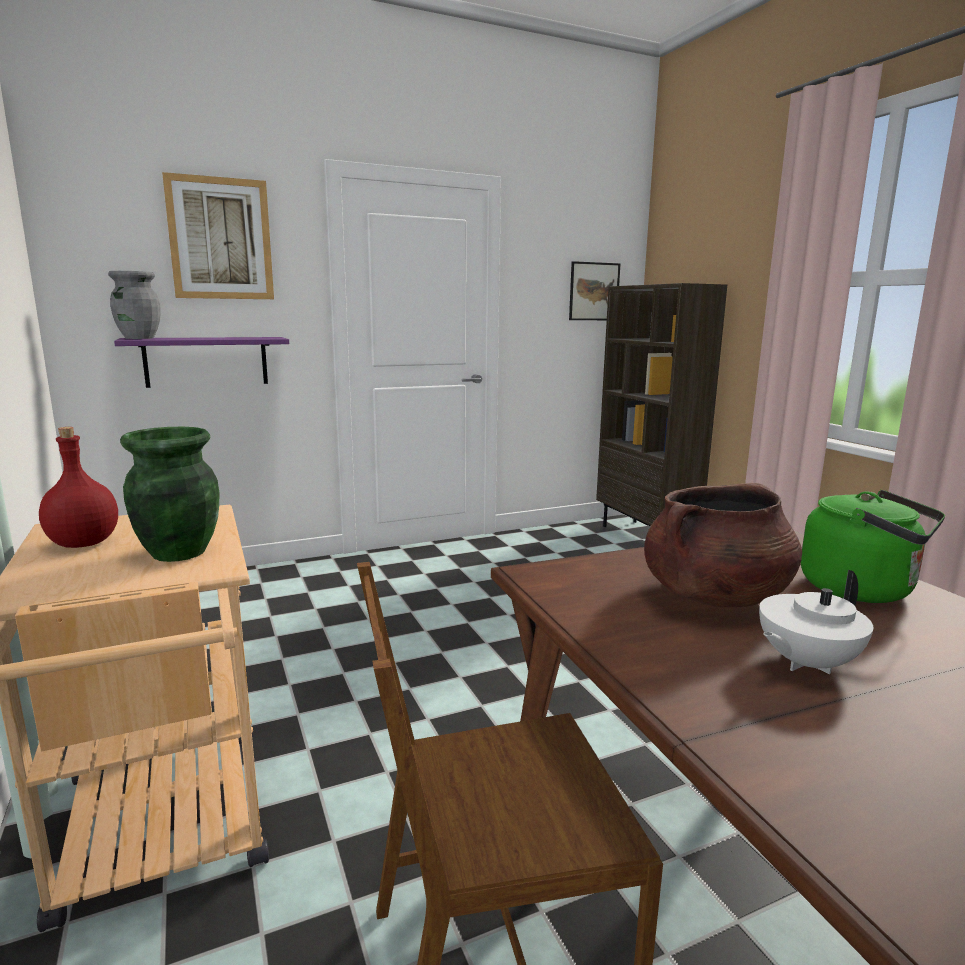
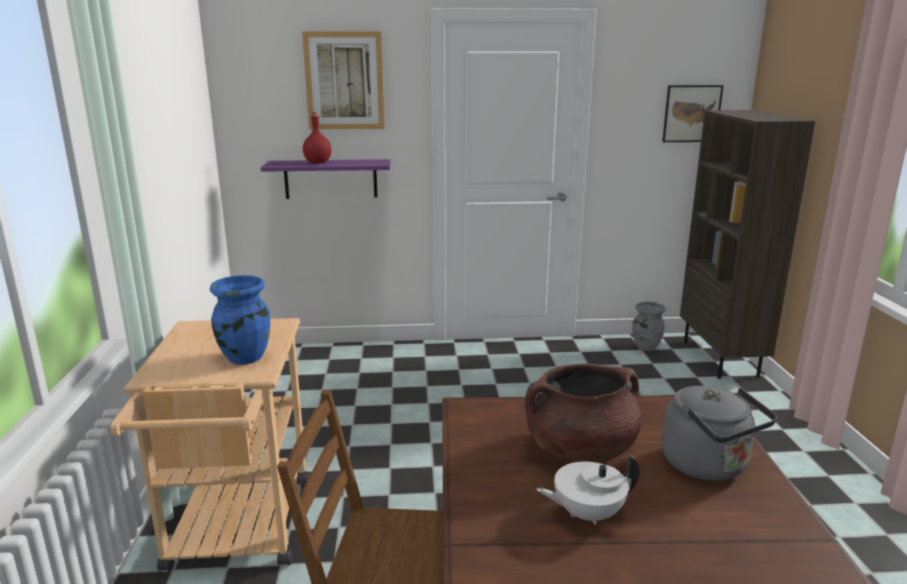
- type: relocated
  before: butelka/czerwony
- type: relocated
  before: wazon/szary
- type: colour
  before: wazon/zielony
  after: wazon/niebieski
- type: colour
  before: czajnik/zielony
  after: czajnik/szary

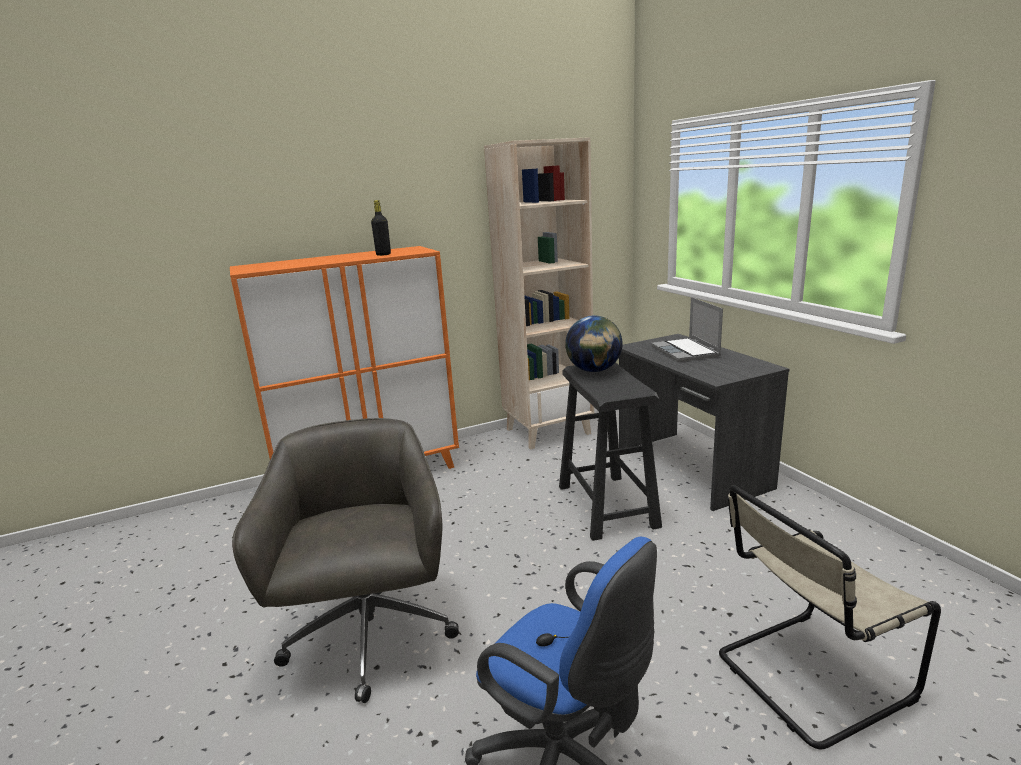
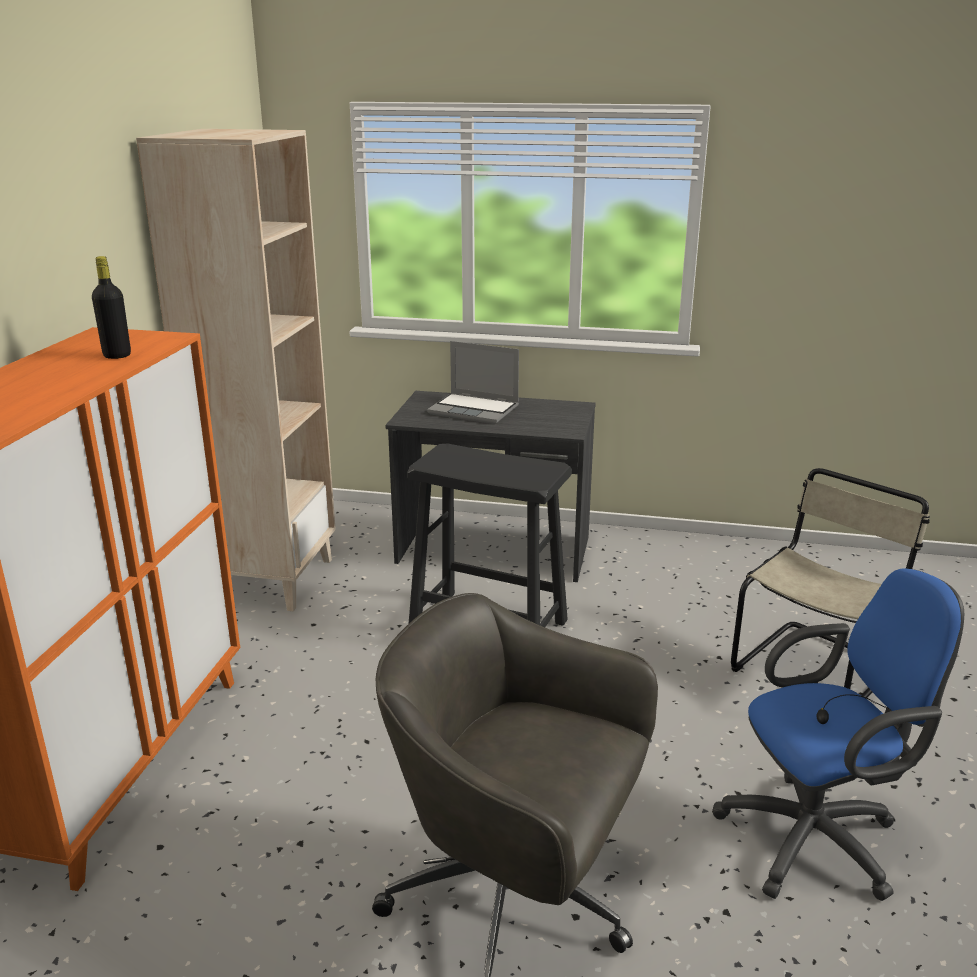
- type: missing
  before: globus
- type: spun
  before: krzesło/beżowy
  turn: -150

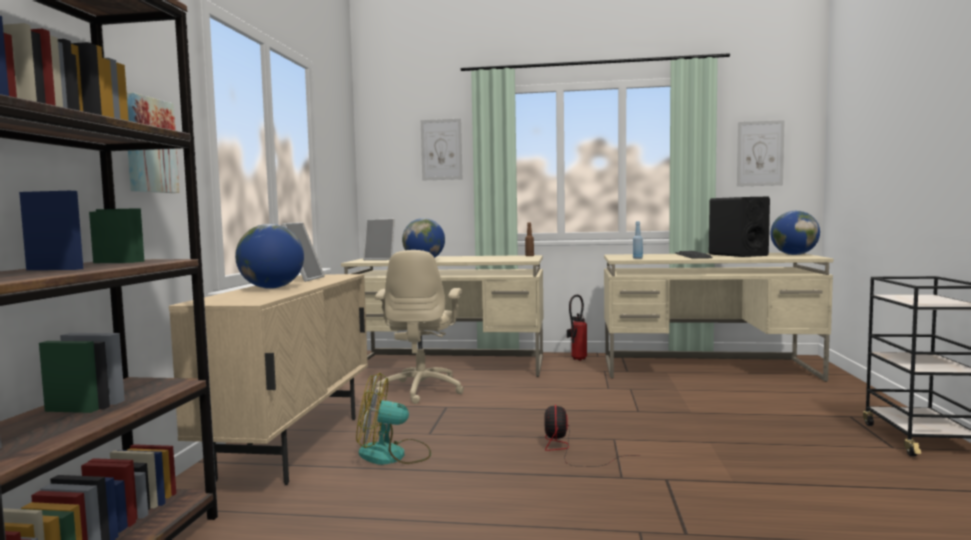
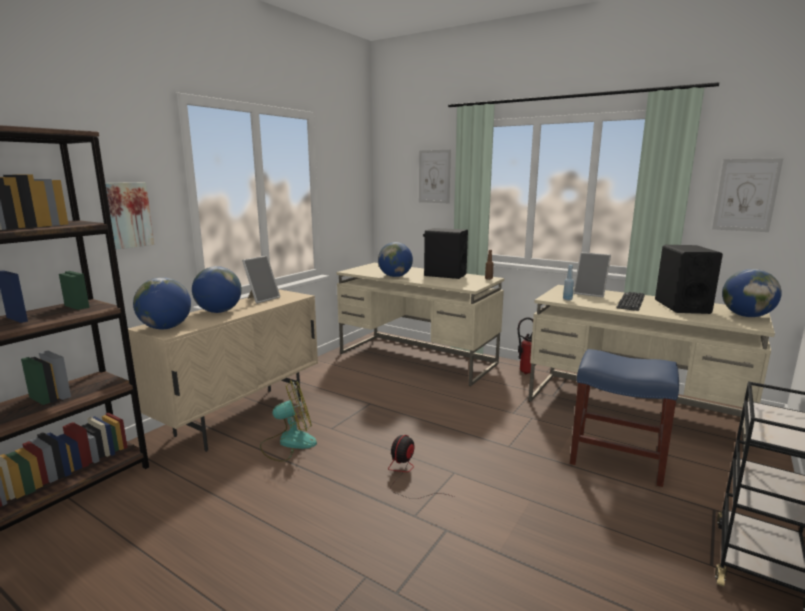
- type: missing
  before: krzesło biurowe/beżowy
- type: appeared
  after: globus (no. 1 from left)
- type: appeared
  after: głośnik/czarny (no. 1 from left)
- type: appeared
  after: stołek/niebieski
- type: relocated
  before: ramka na zdjęcie (no. 2 from left)
- type: spun
  before: wentylator (no. 1 from left)
  turn: 135

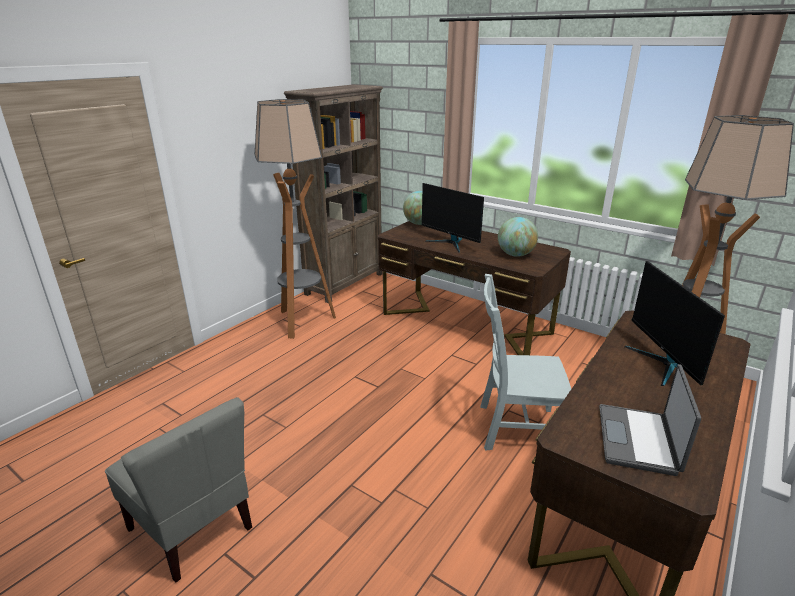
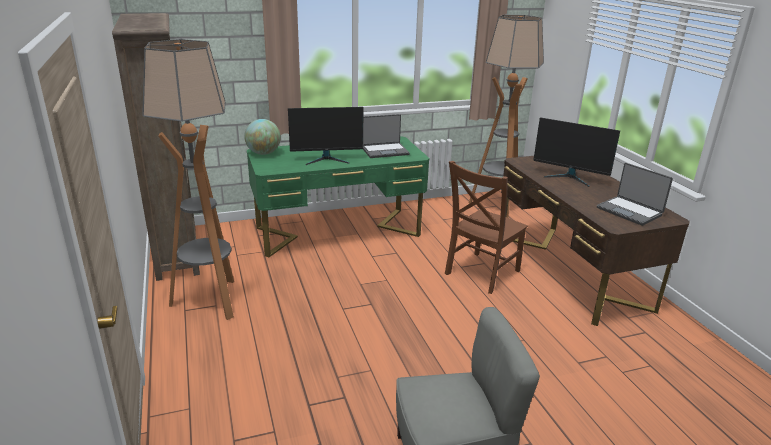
- type: exchanged
  before: globus (no. 2 from left)
  after: laptop (no. 1 from left)
- type: colour
  before: biurko/brązowy (no. 1 from left)
  after: biurko/zielony
- type: colour
  before: krzesło/szary (no. 2 from left)
  after: krzesło/brązowy

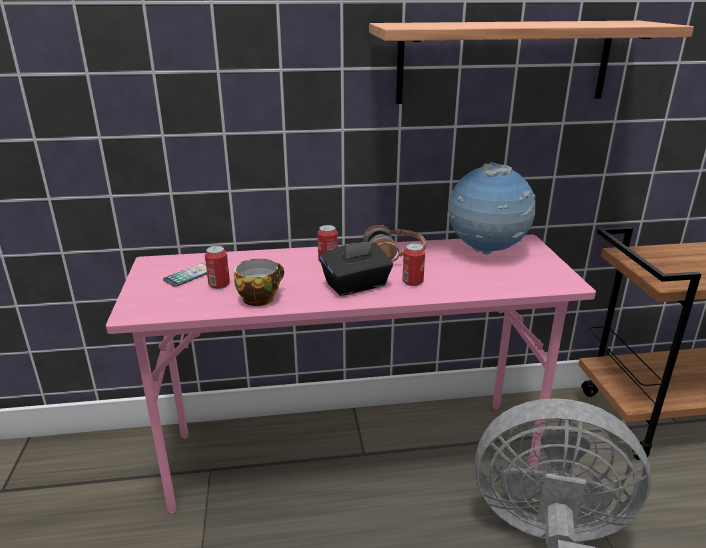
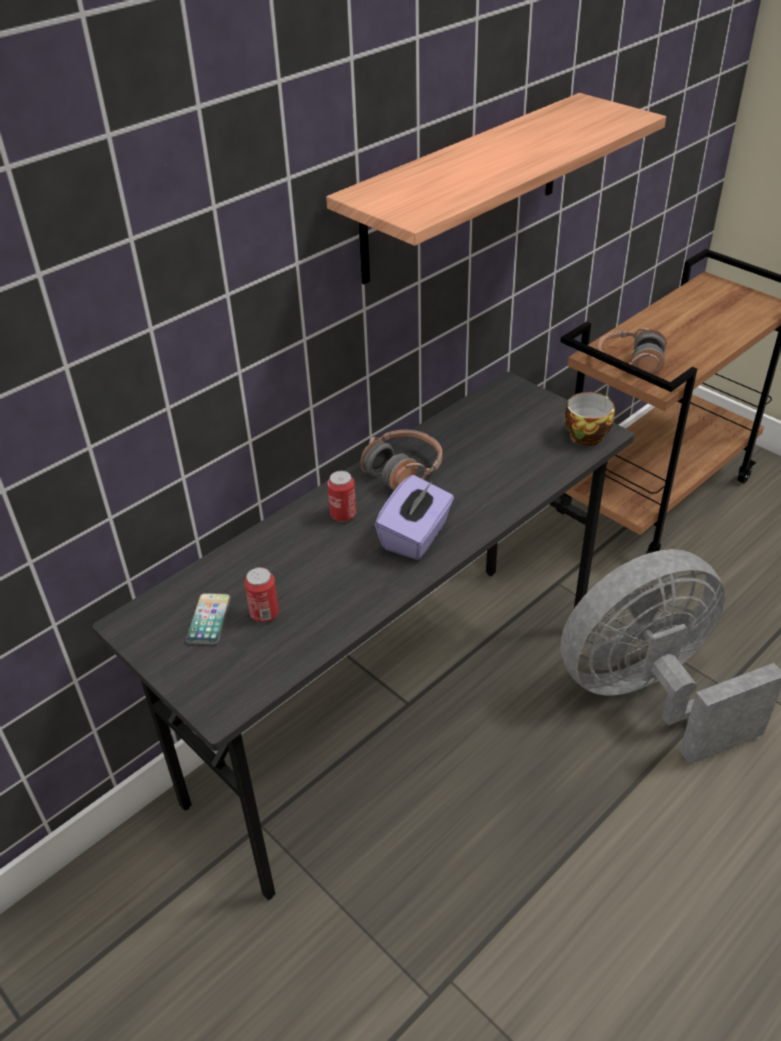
- type: missing
  before: puszka (no. 3 from left)
- type: missing
  before: globus
- type: appeared
  after: słuchawki (no. 2 from left)
- type: relocated
  before: filiżanka
- type: colour
  before: biurko/różowy
  after: biurko/szary
- type: colour
  before: pudełko chusteczek/czarny
  after: pudełko chusteczek/fioletowy

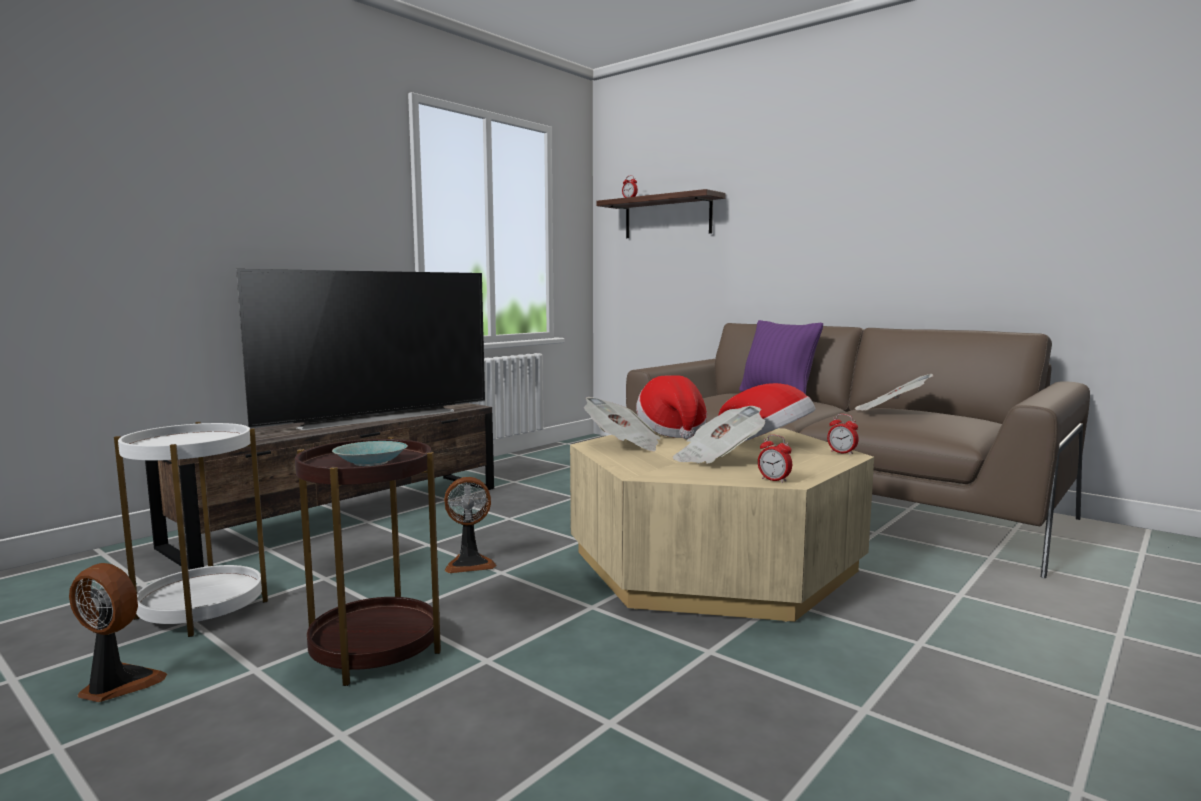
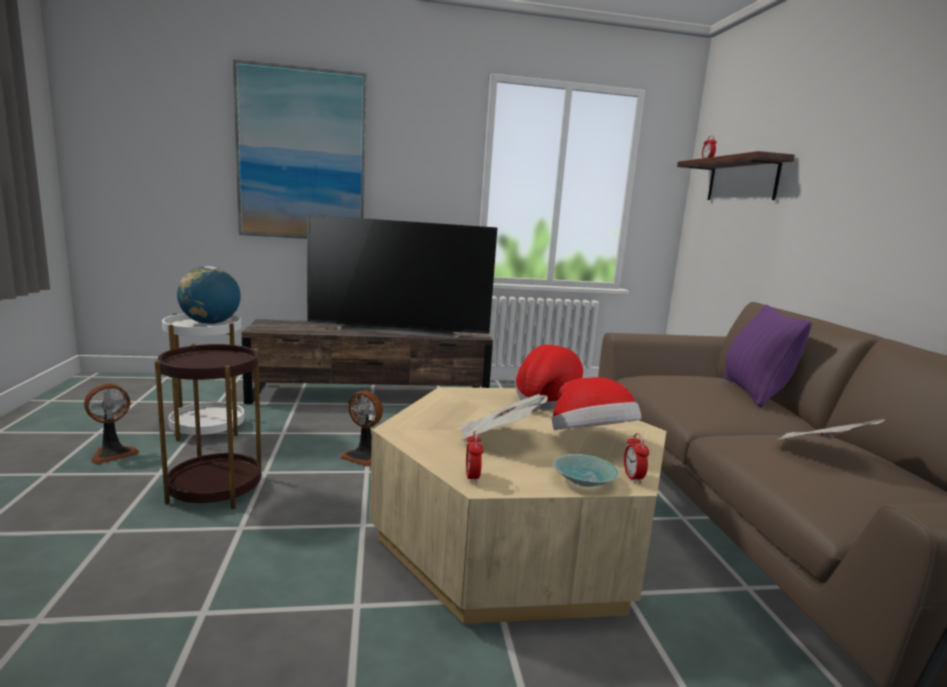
- type: missing
  before: gazeta (no. 1 from left)
- type: appeared
  after: globus
- type: appeared
  after: obraz
- type: relocated
  before: miska/turkusowy
- type: spun
  before: wentylator (no. 1 from left)
  turn: 75

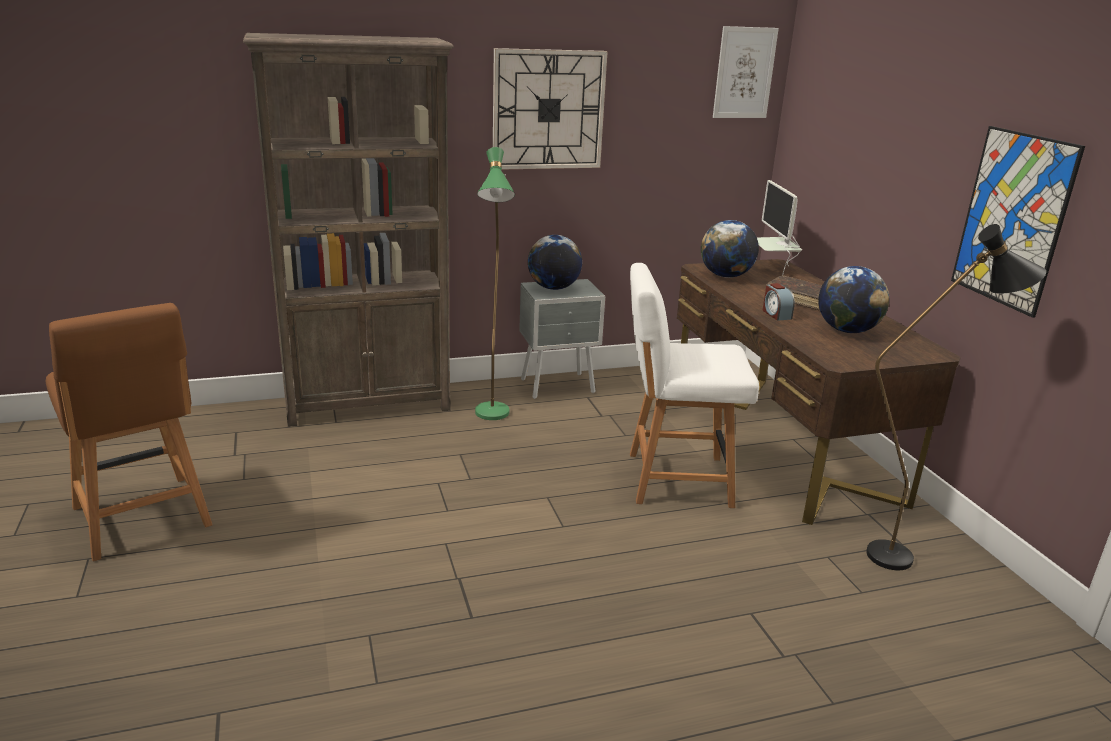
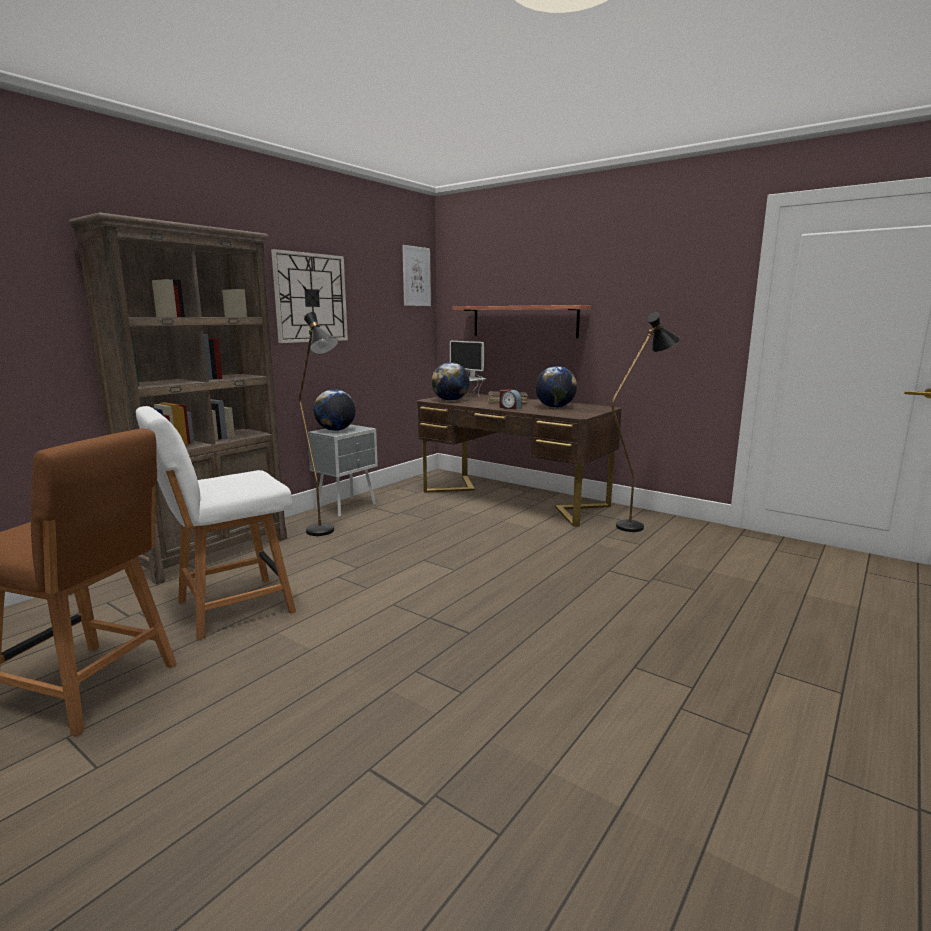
- type: missing
  before: obraz (no. 2 from left)
- type: appeared
  after: półka
- type: relocated
  before: krzesło/biały
- type: colour
  before: lampa stojąca/zielony
  after: lampa stojąca/czarny (no. 1 from left)

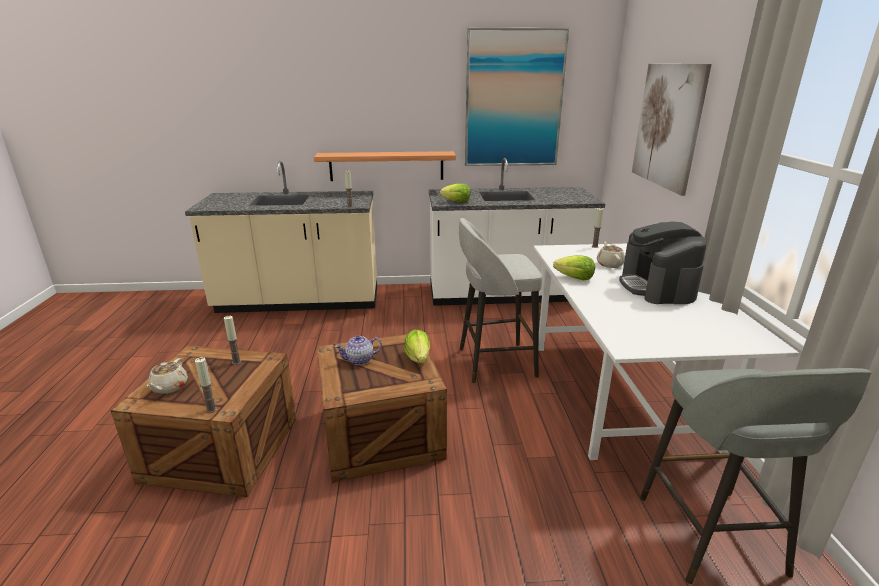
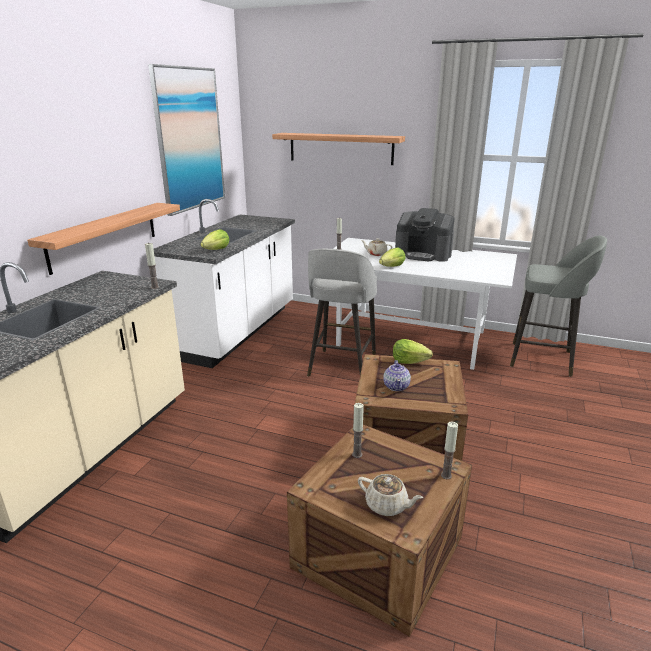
- type: exchanged
  before: obraz (no. 2 from left)
  after: półka (no. 2 from left)

